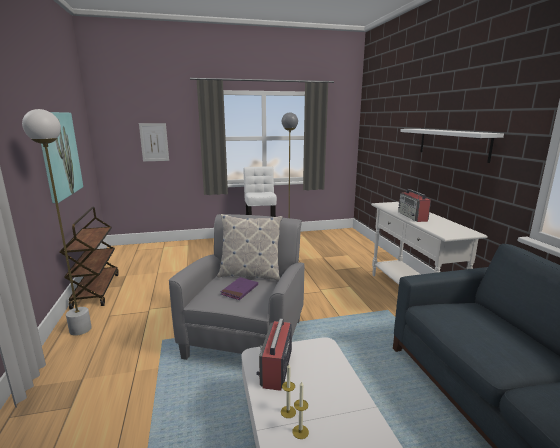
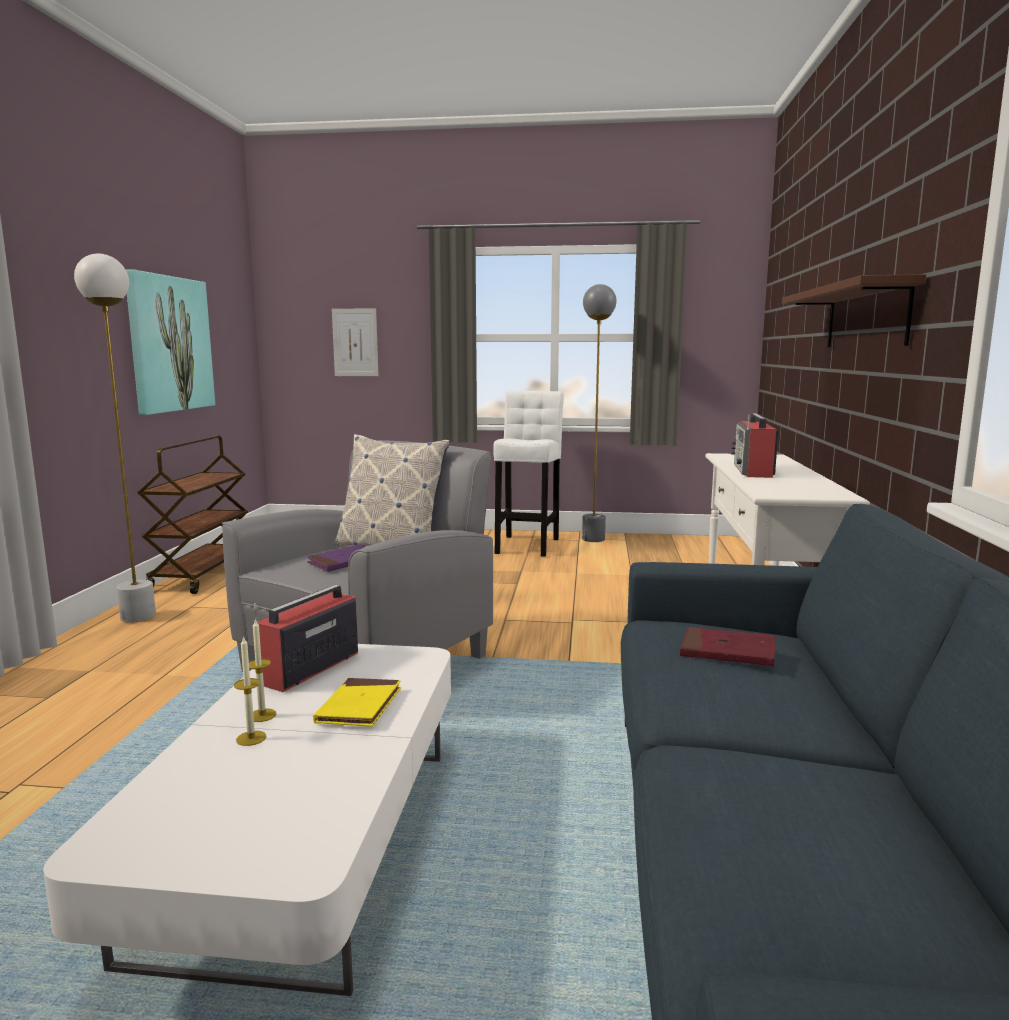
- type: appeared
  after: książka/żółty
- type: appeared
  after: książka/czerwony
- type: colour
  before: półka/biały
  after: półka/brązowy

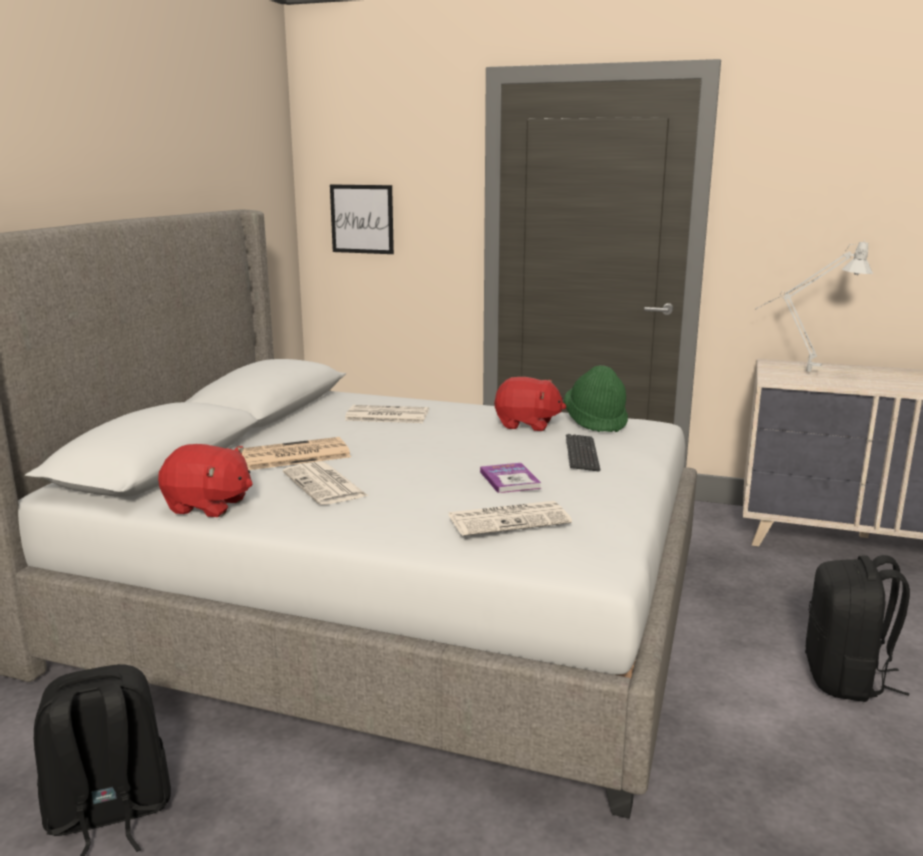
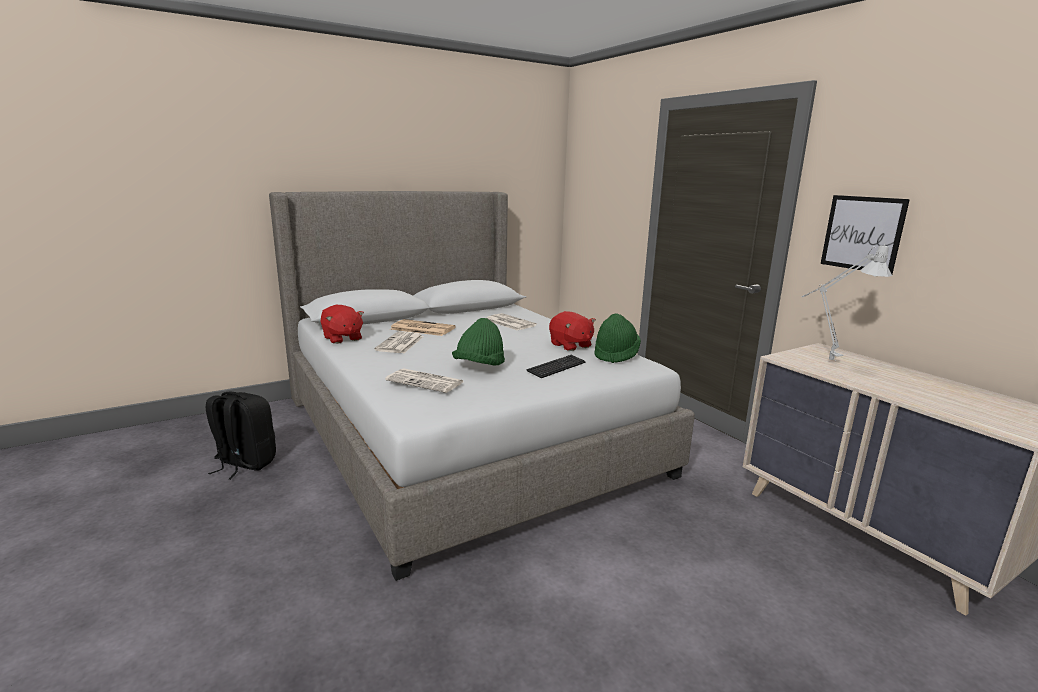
- type: missing
  before: plecak/czarny (no. 2 from left)
- type: relocated
  before: obraz
- type: exchanged
  before: książka
  after: kapelusz/zielony (no. 1 from left)

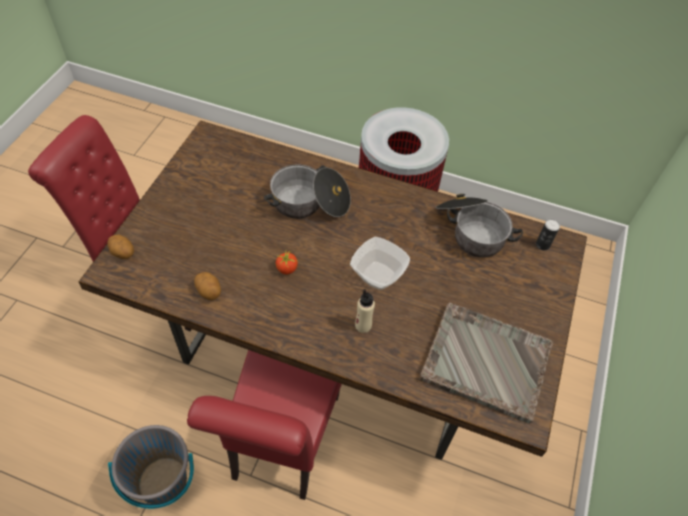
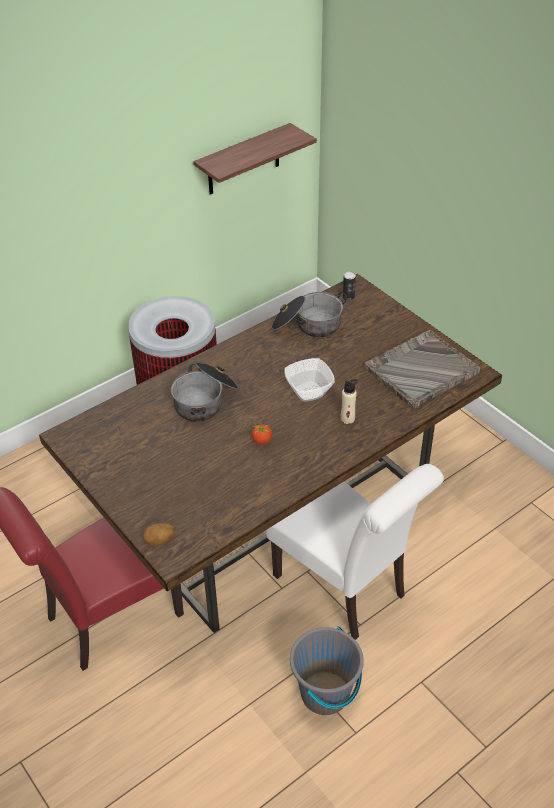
- type: missing
  before: ziemniak (no. 2 from left)
- type: appeared
  after: półka
- type: colour
  before: krzesło/czerwony (no. 2 from left)
  after: krzesło/biały

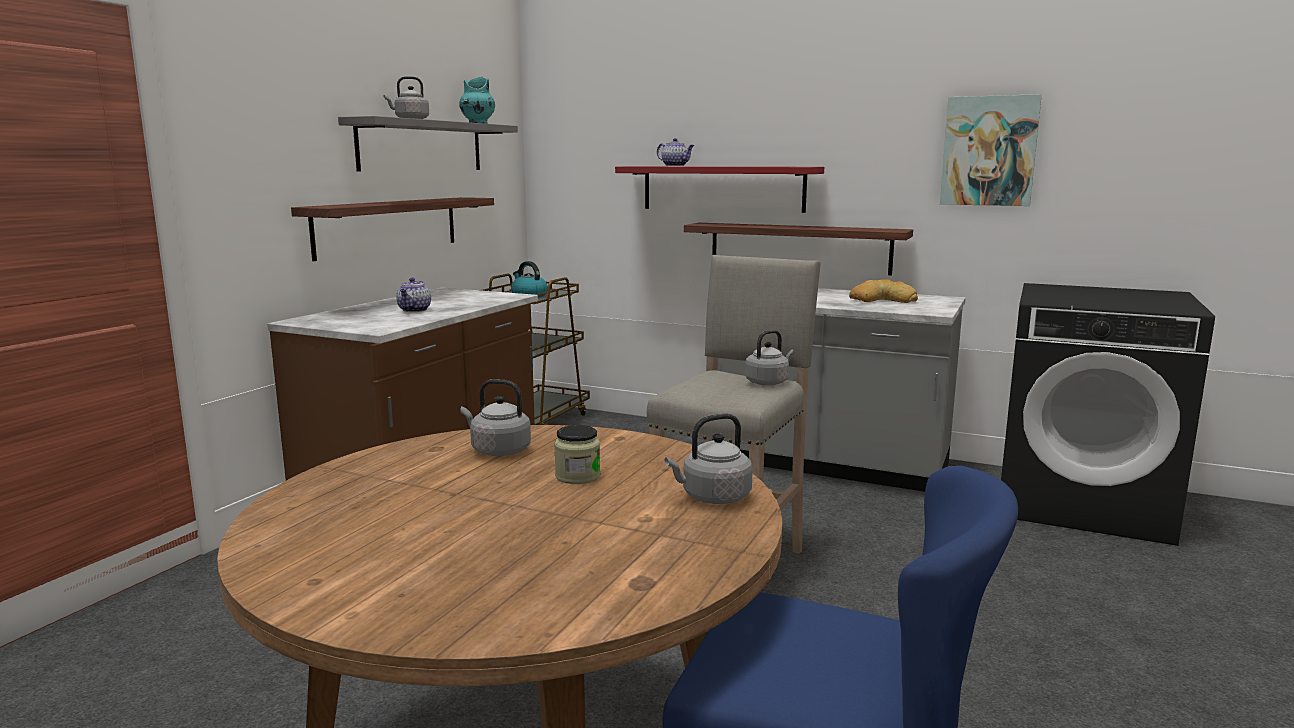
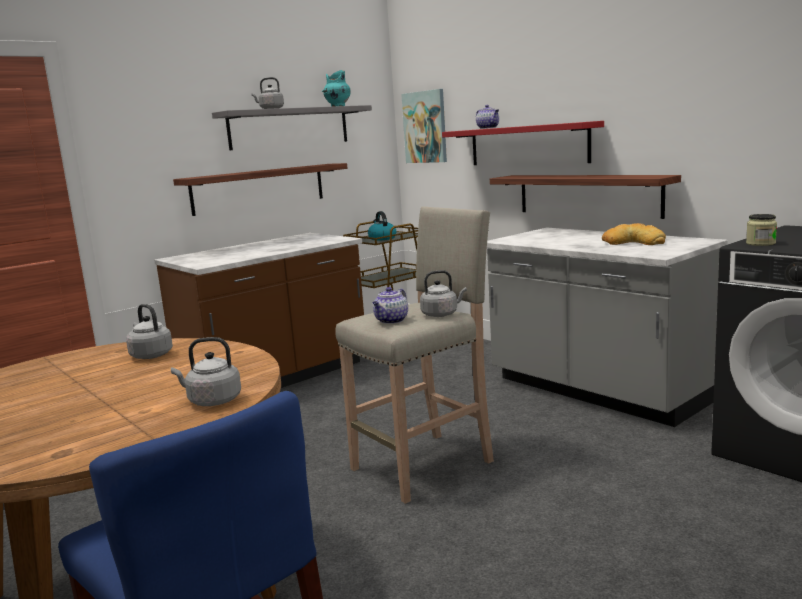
- type: relocated
  before: imbryk (no. 1 from left)
- type: relocated
  before: słoik
- type: relocated
  before: obraz

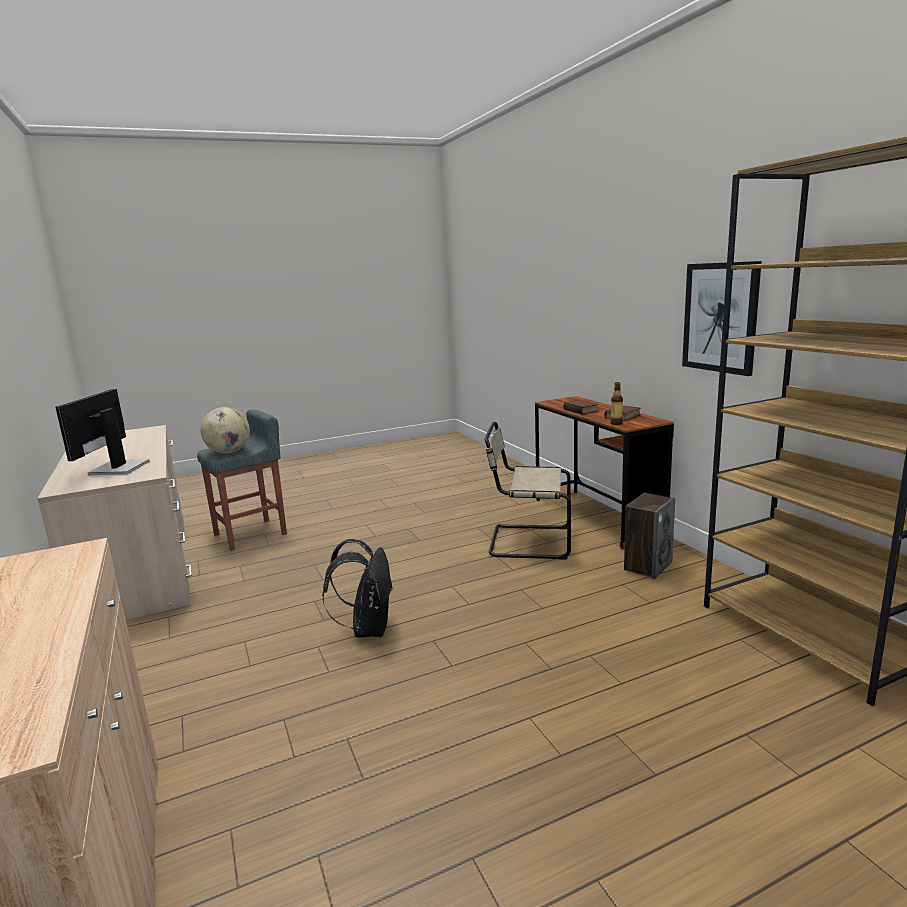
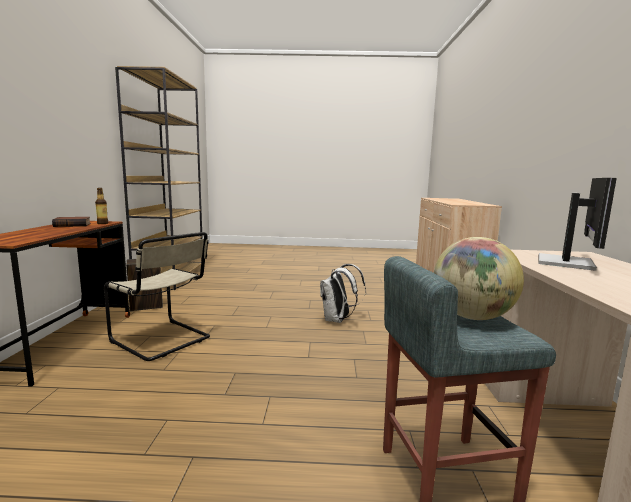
- type: missing
  before: książka (no. 1 from left)
- type: missing
  before: obraz
- type: colour
  before: plecak/czarny
  after: plecak/biały

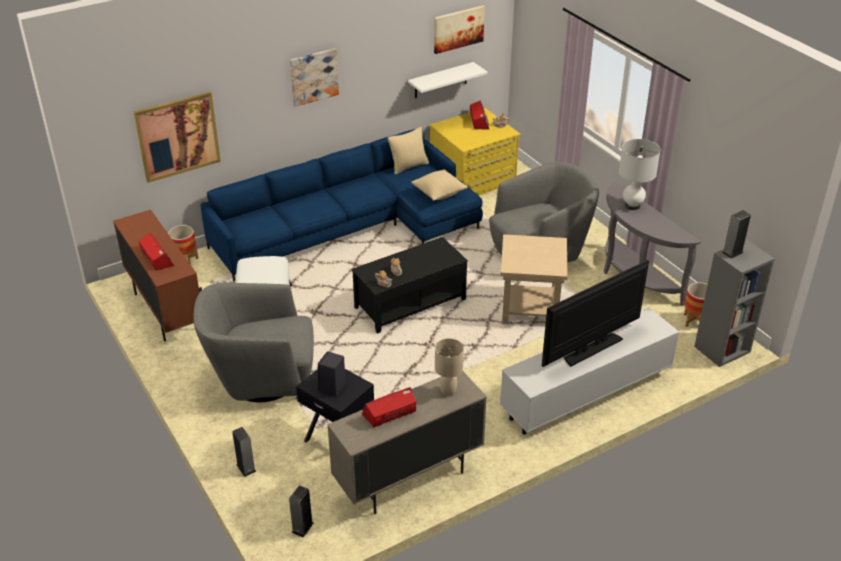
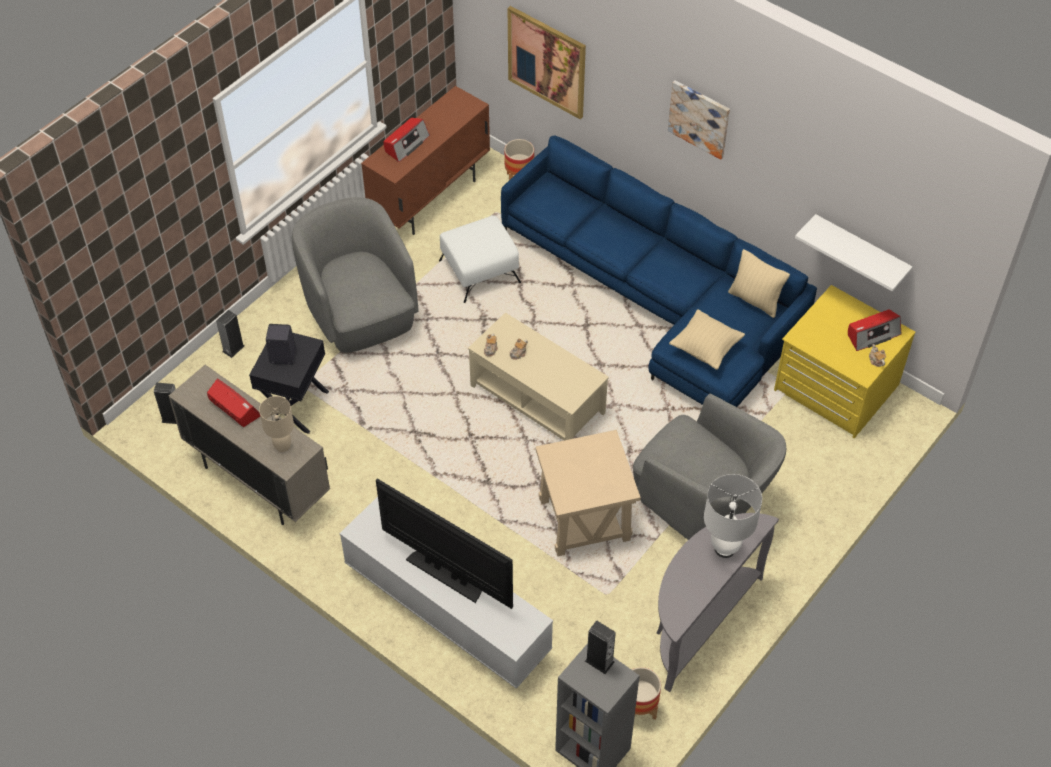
- type: missing
  before: obraz (no. 3 from left)
- type: colour
  before: ława/czarny
  after: ława/beżowy

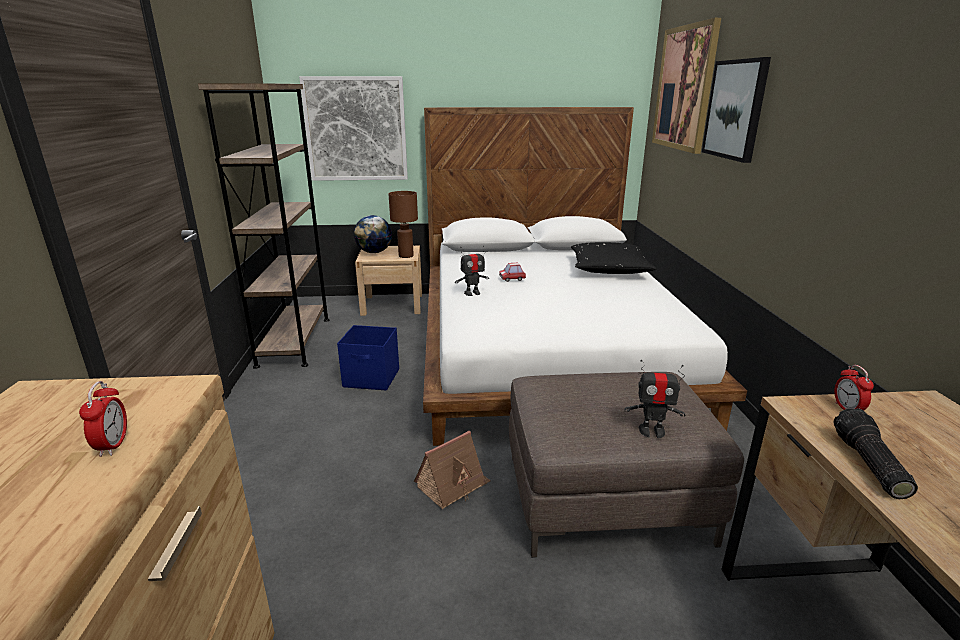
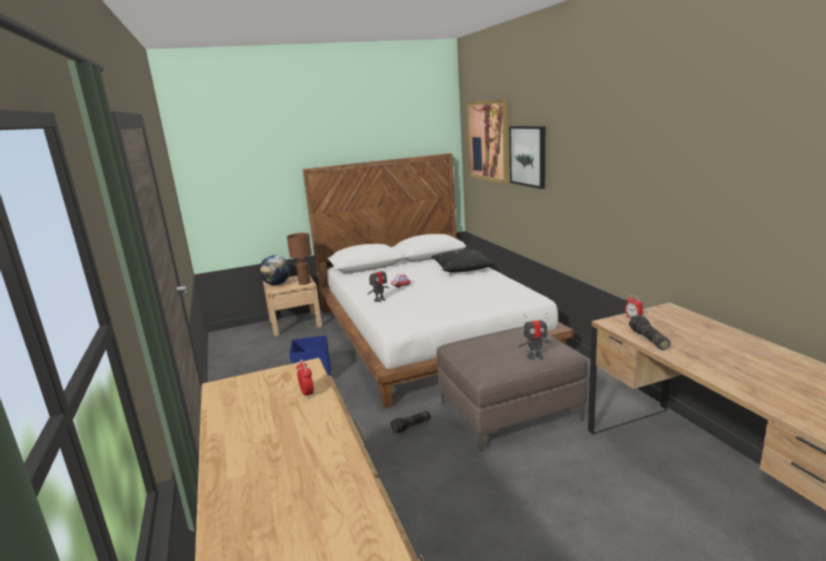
- type: missing
  before: regał/brązowy
- type: missing
  before: obraz (no. 1 from left)
- type: exchanged
  before: domek
  after: latarka (no. 1 from left)

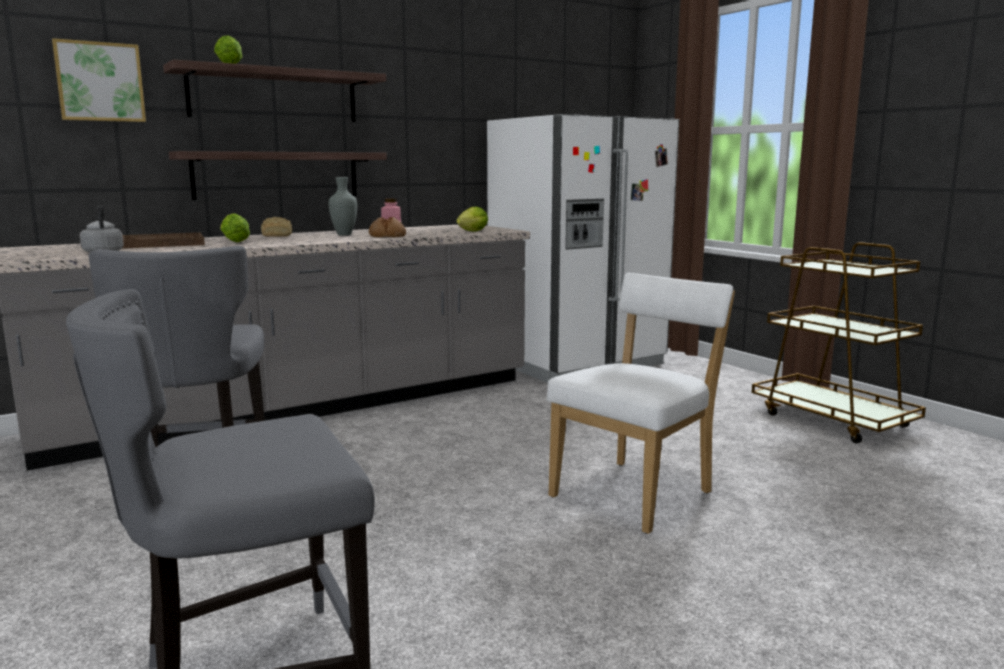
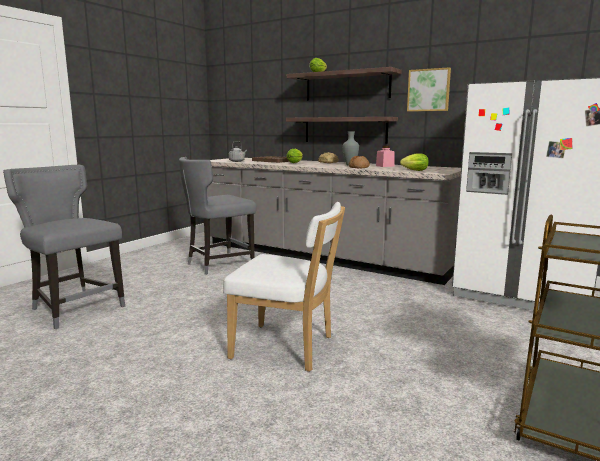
- type: relocated
  before: obraz

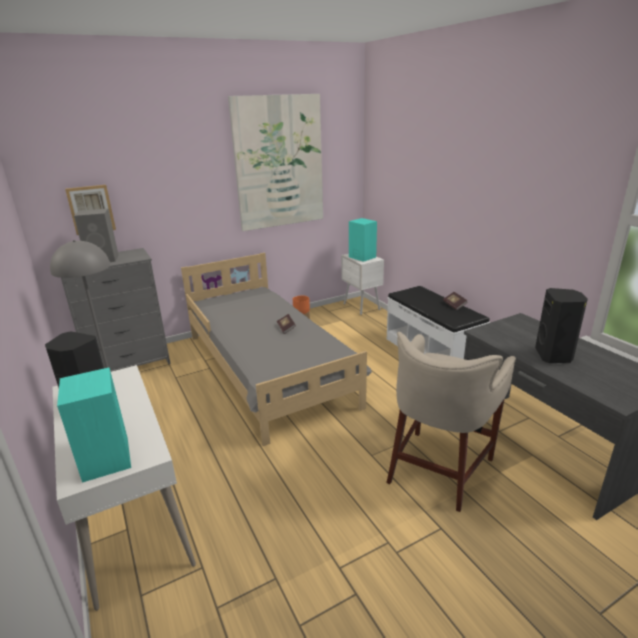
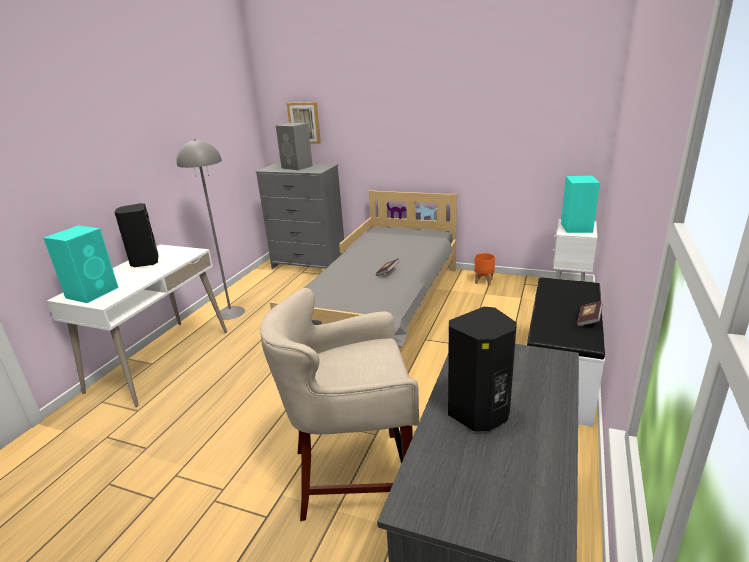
- type: missing
  before: obraz (no. 2 from left)

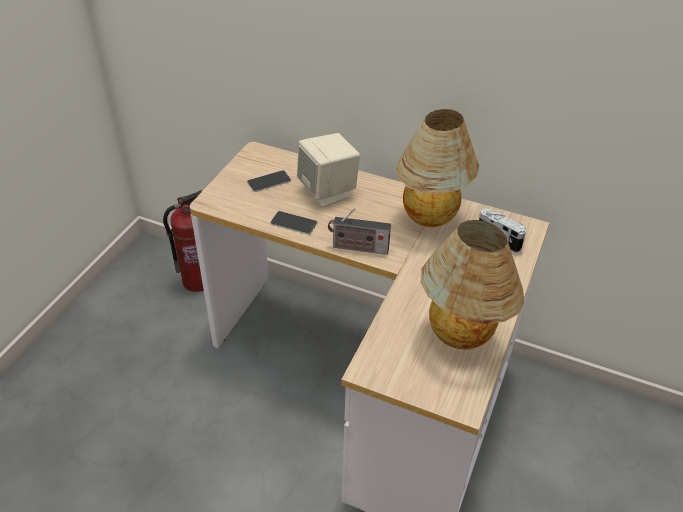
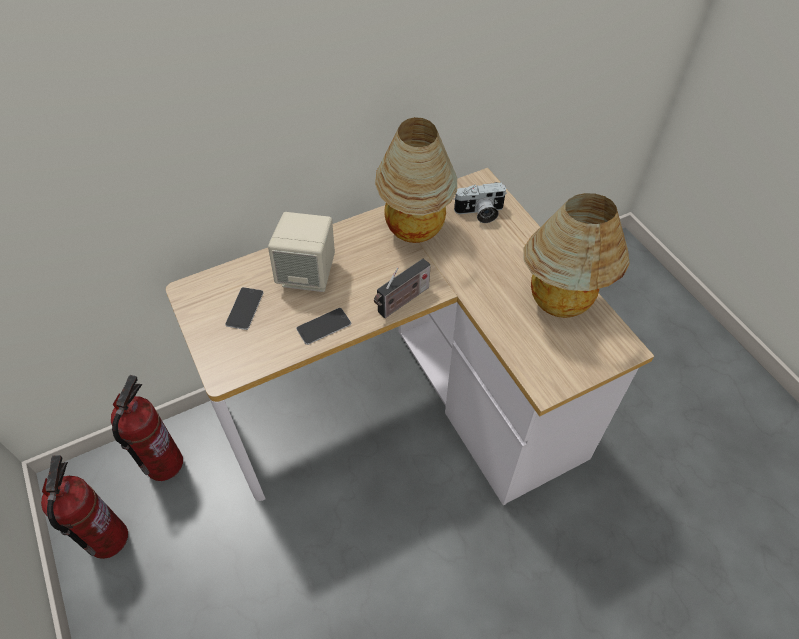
- type: appeared
  after: gaśnica (no. 1 from left)

